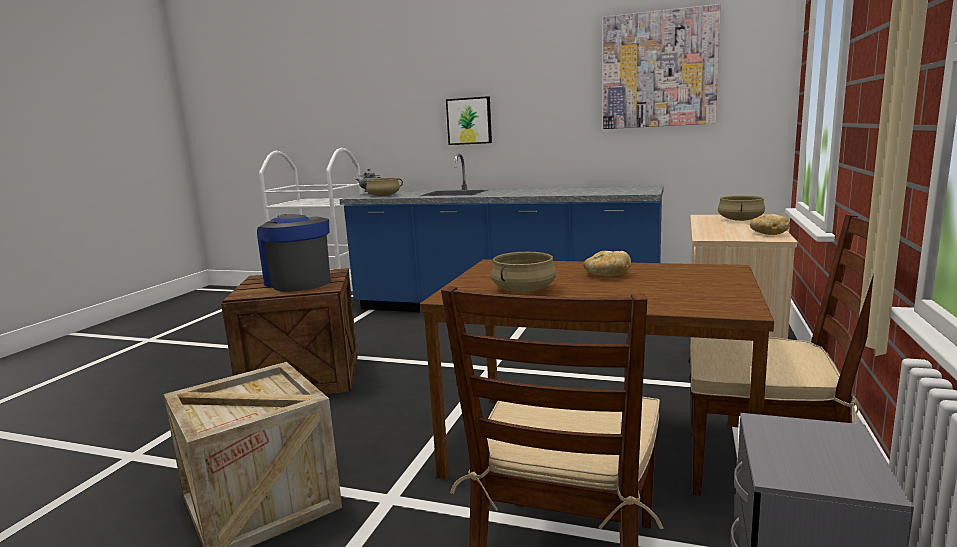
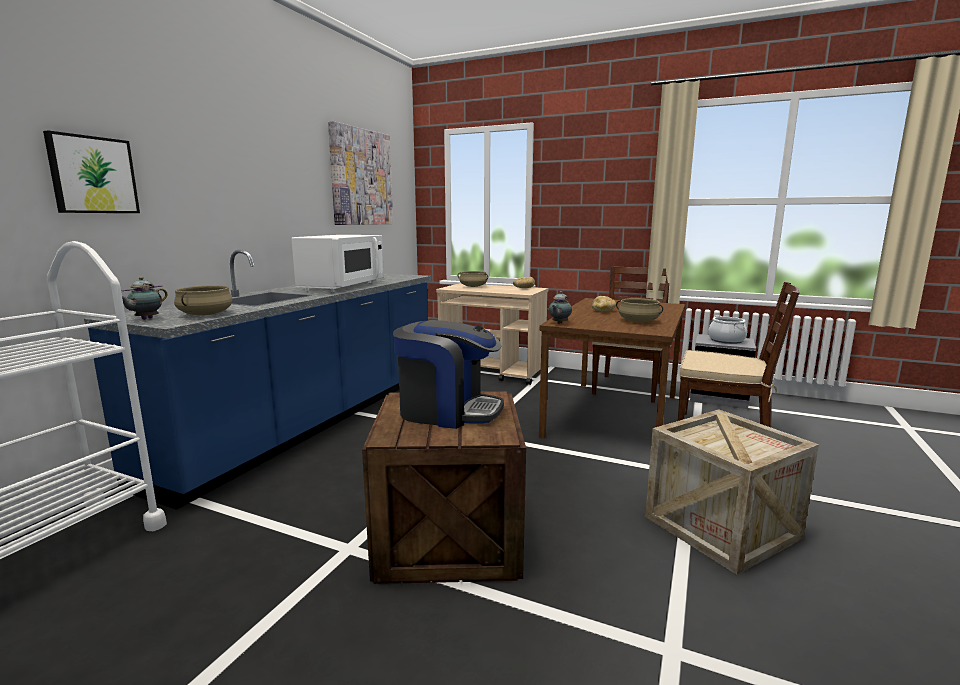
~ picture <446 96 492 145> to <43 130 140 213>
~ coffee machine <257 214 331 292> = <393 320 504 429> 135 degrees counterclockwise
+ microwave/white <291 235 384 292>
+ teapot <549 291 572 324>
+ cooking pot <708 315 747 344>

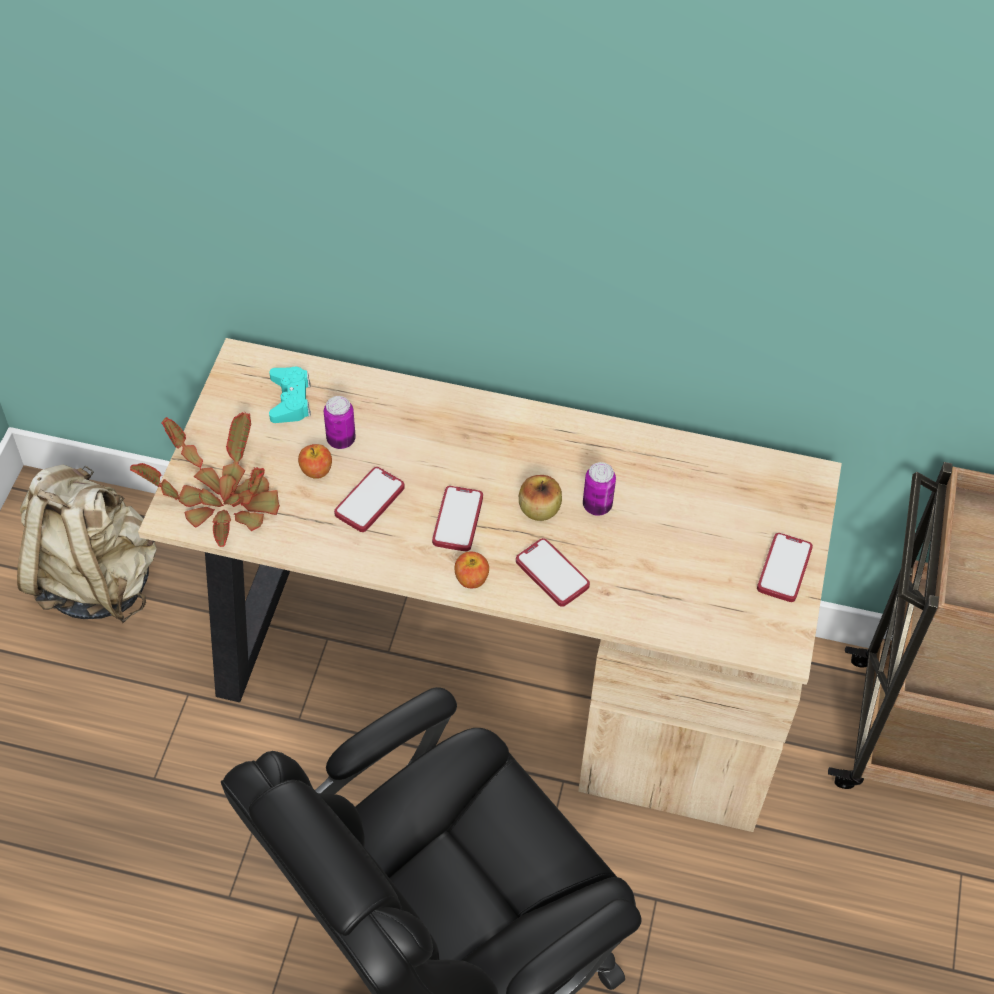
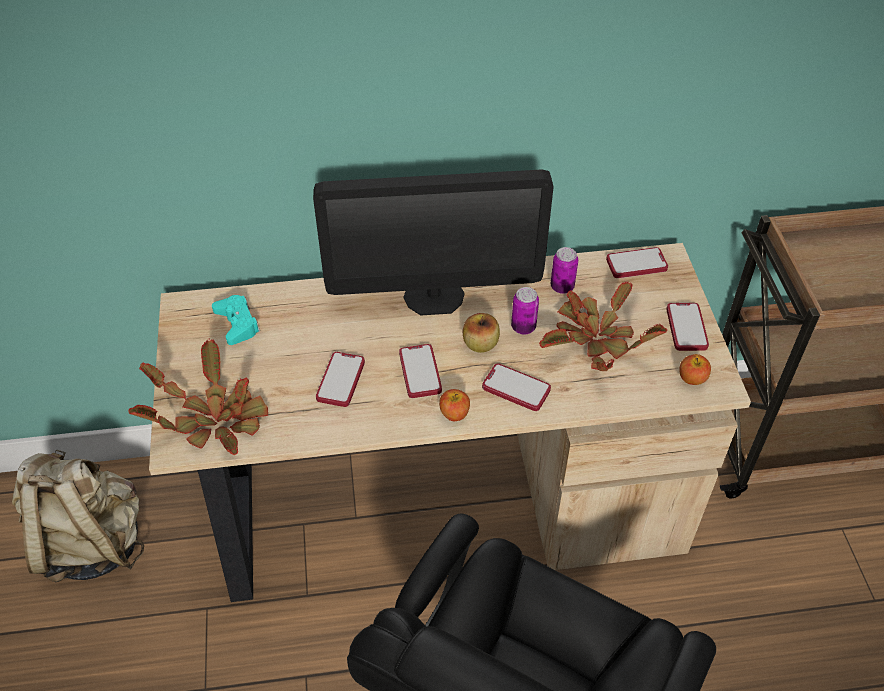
~ can <324 396 356 449> to <550 247 578 294>
~ apple <298 444 332 479> to <680 354 711 385>
+ monitor <313 169 554 315>
+ phone <606 247 668 278>
+ potted plant <539 281 667 371>

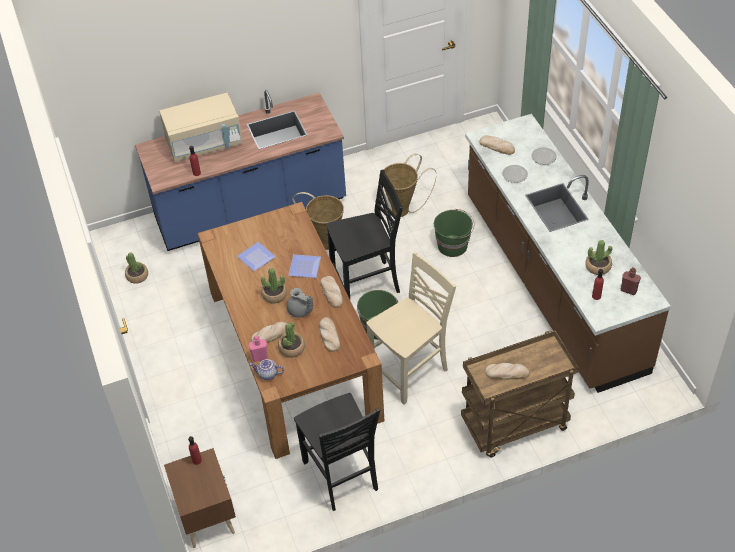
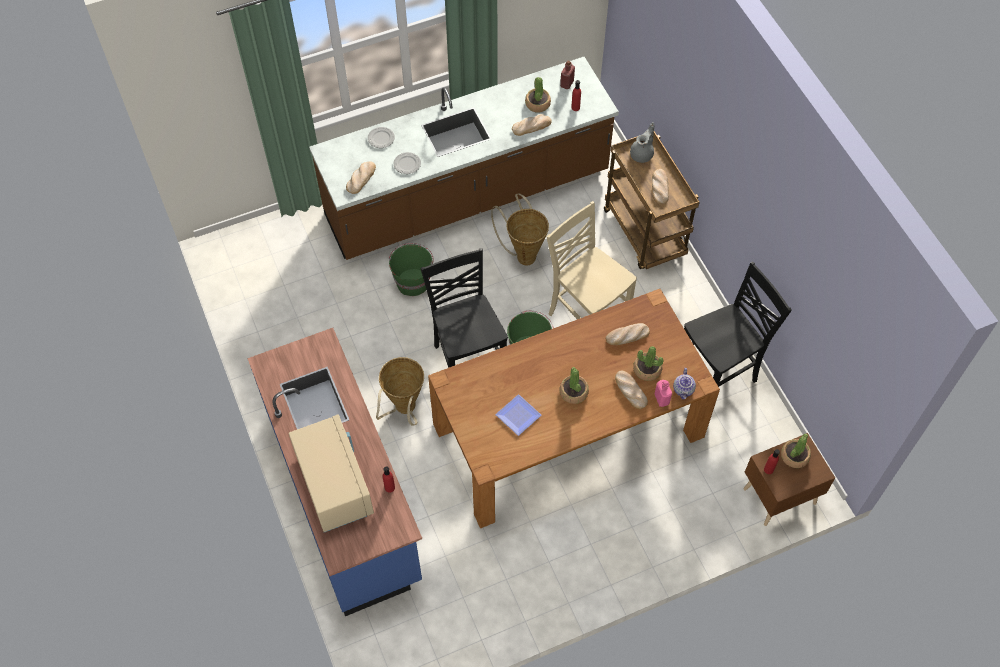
~ basket <383 154 436 217> to <491 194 549 266>
~ potted plant <125 252 148 284> to <781 434 811 468>
- plate <288 254 321 278>
~ bread <320 276 343 308> to <512 114 552 136>
~ teapot/grey <287 288 313 317> to <630 122 655 163>

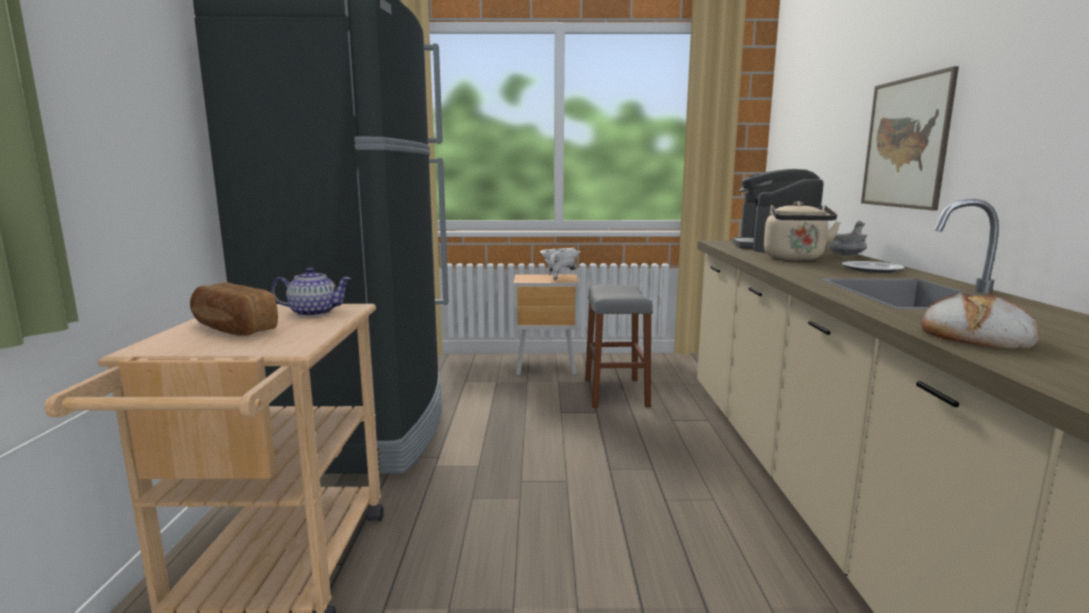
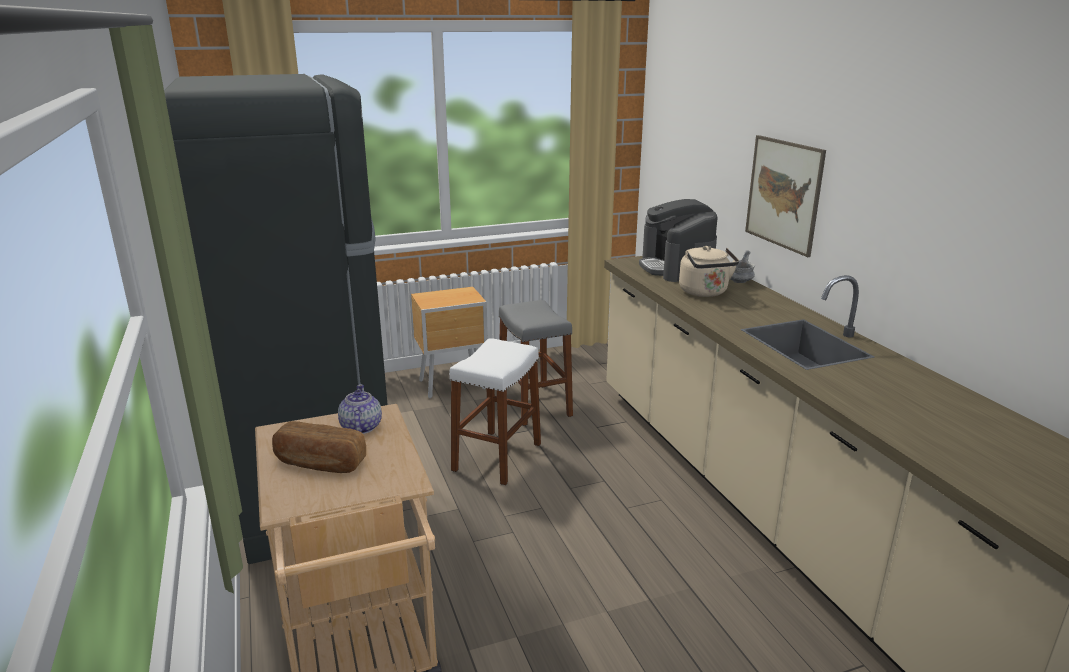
- cooking pot/white <540 248 580 280>
- plate <842 261 904 273>
~ teapot <271 267 351 317> = <338 384 382 434> 75 degrees counterclockwise
- bread <921 291 1039 349>
+ stool/white <449 339 541 485>

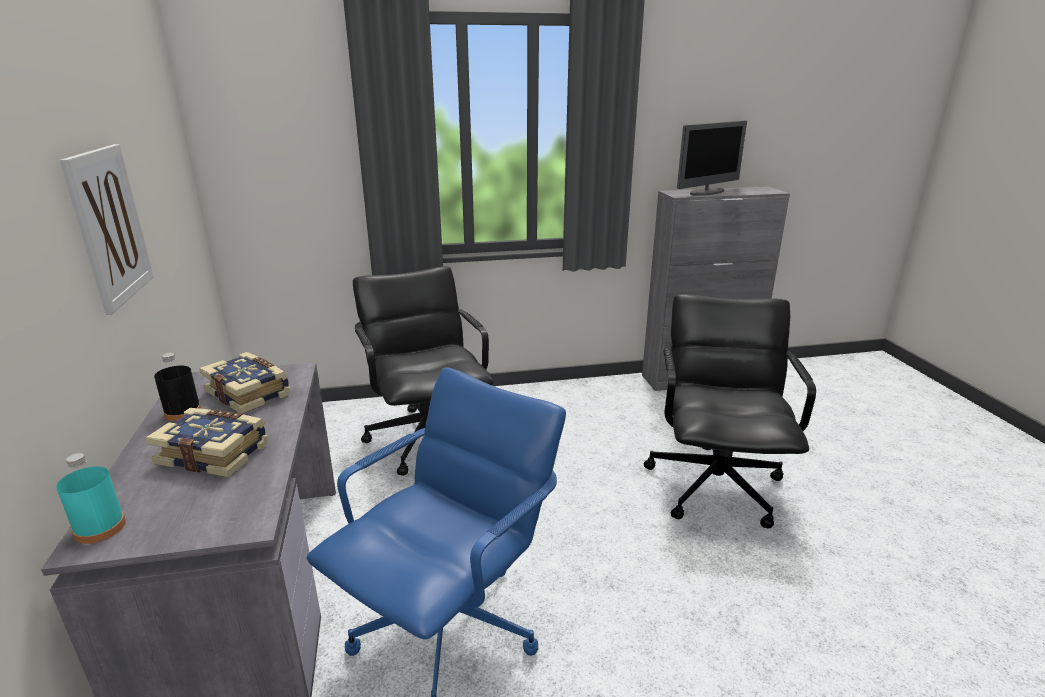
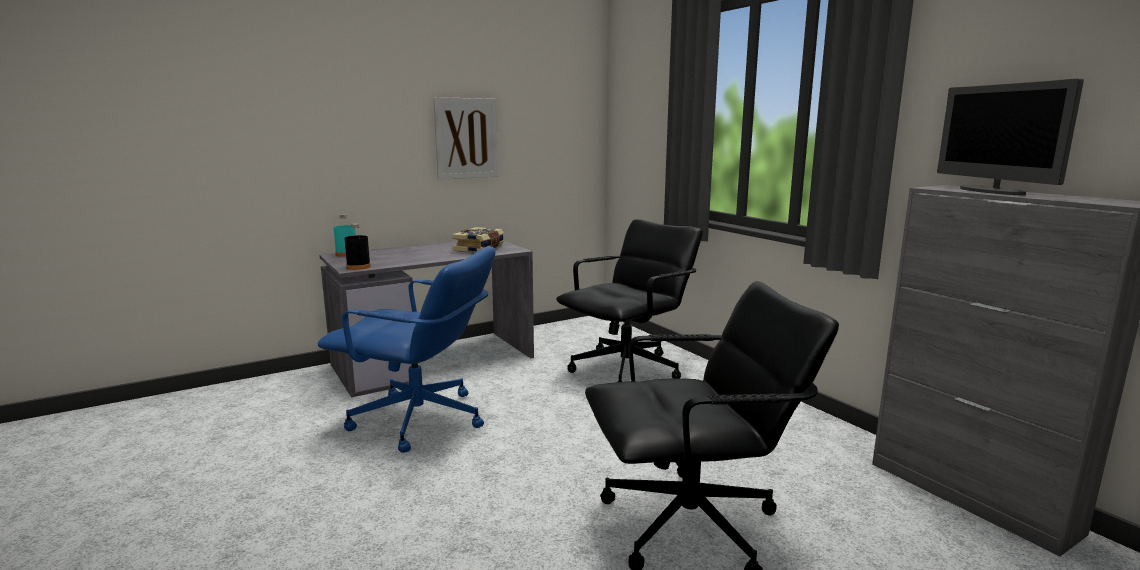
~ monitor <677 120 747 196> = <937 79 1084 195> 45 degrees clockwise
~ bottle/black <154 353 201 421> to <345 224 371 270>
- book <146 408 268 477>

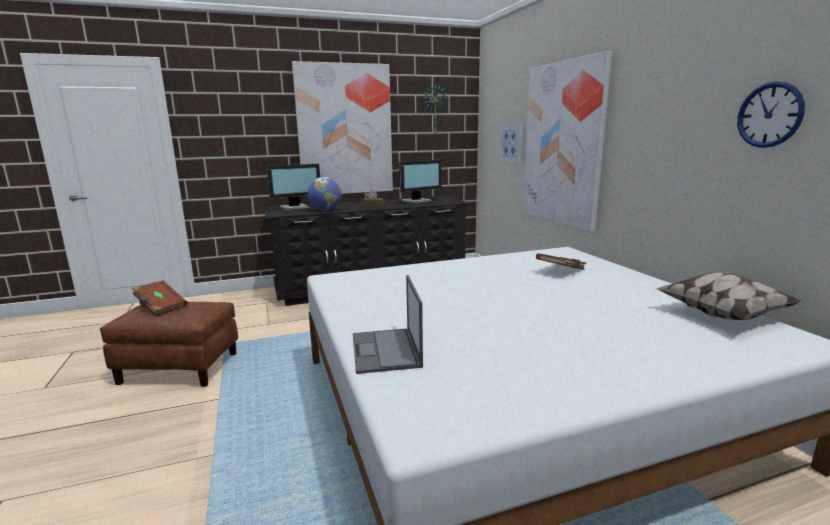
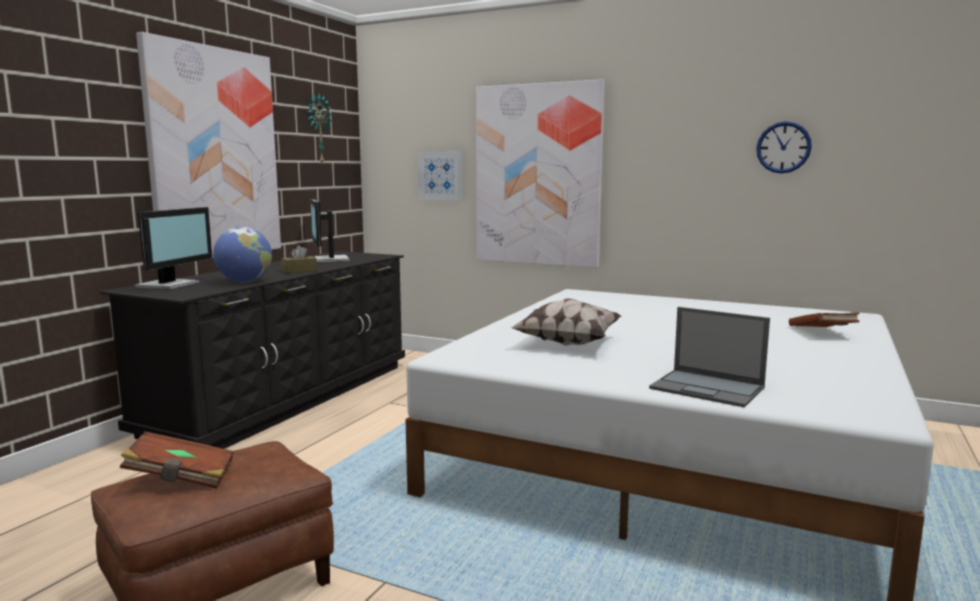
~ monitor <399 160 441 203> = <310 199 350 262> 150 degrees clockwise
~ book/brown <536 253 586 270> to <789 312 860 327>
~ pillow <655 272 801 320> to <511 298 621 346>

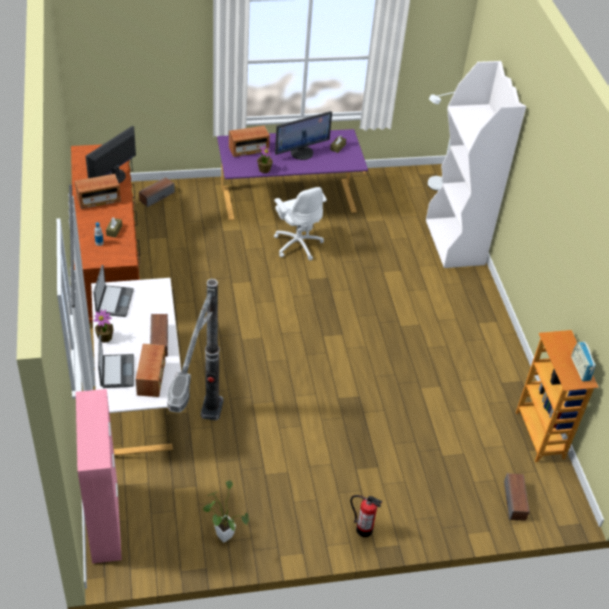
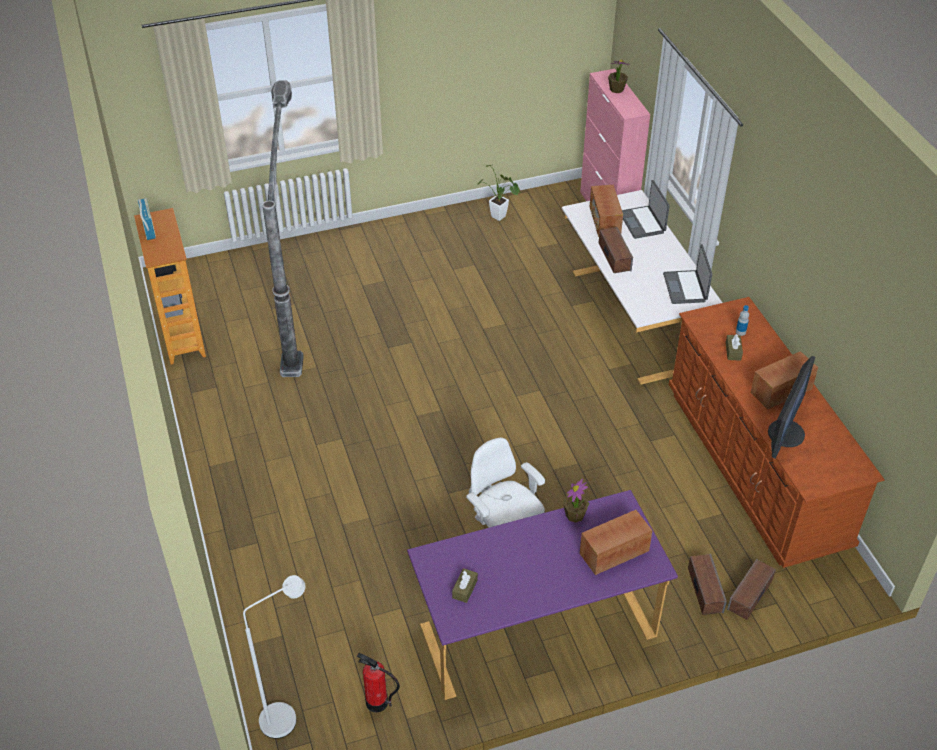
- bookcase/white <426 61 526 268>
- monitor <275 111 332 160>
~ floor lamp <167 279 223 421> to <262 80 304 377>
~ potted plant <93 309 113 343> to <608 60 629 93>
~ speaker <504 473 529 521> to <688 554 727 615>
~ fire extinguisher <350 495 383 537> to <357 653 400 712>

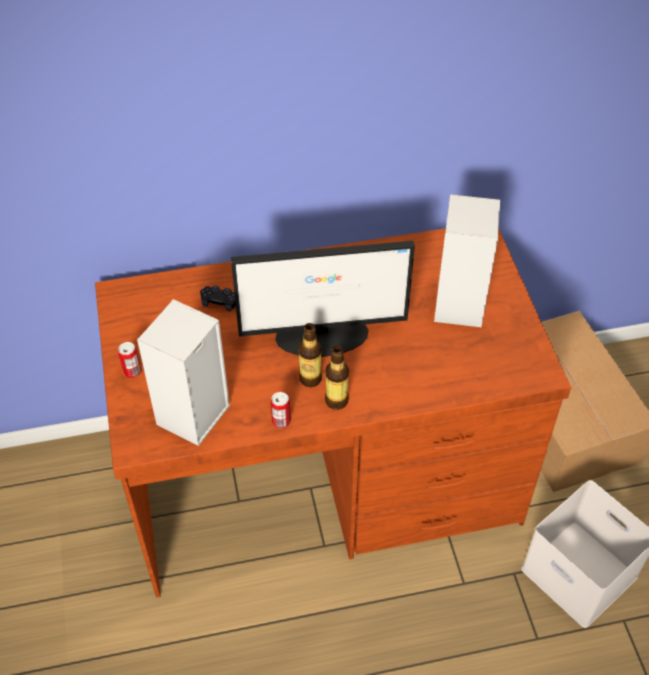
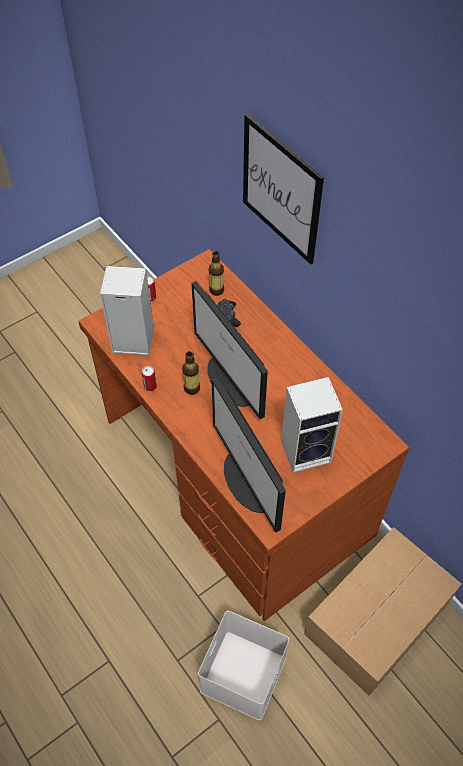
~ bottle <325 346 349 410> to <209 251 224 296>
+ picture <243 114 324 265>
+ monitor <211 377 286 532>

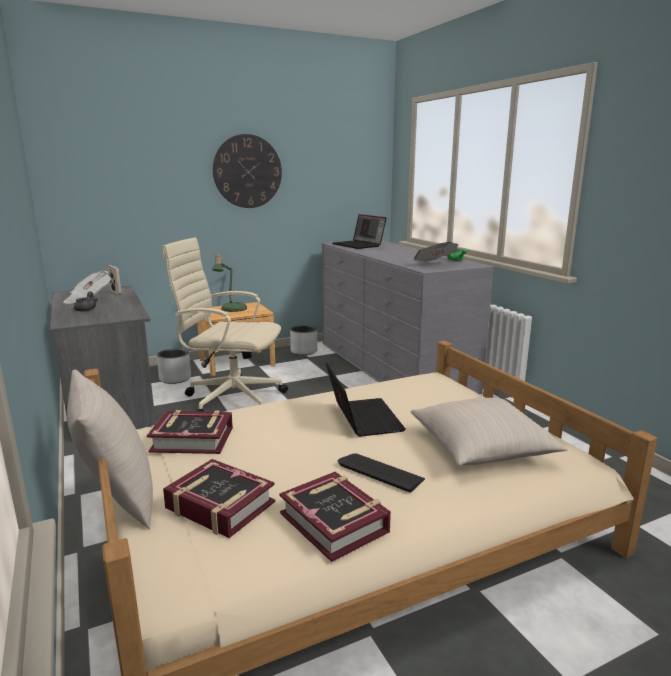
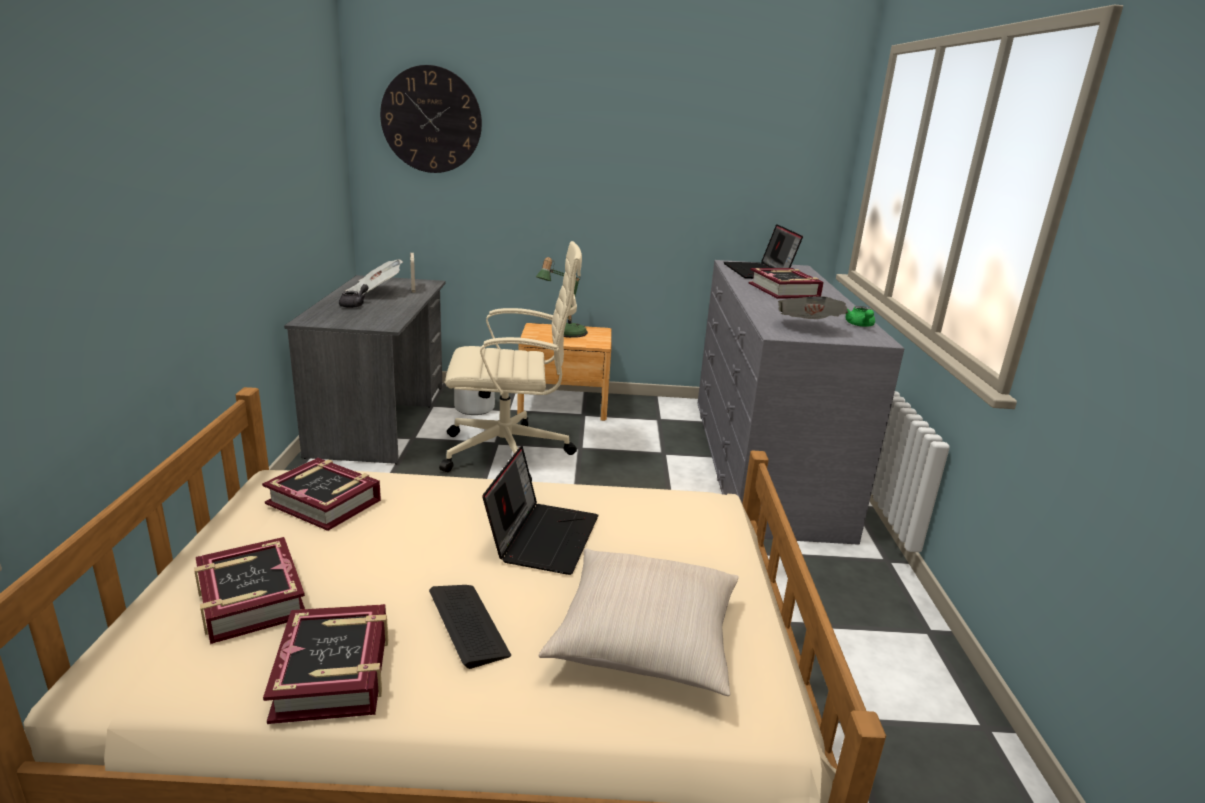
~ wall clock <213 134 282 208> to <380 65 482 173>
~ office chair/beige <162 237 288 412> = <439 241 582 481> 135 degrees clockwise
- planter/grey <290 325 318 355>
- pillow/beige <67 370 153 529>
+ book <749 268 824 299>

